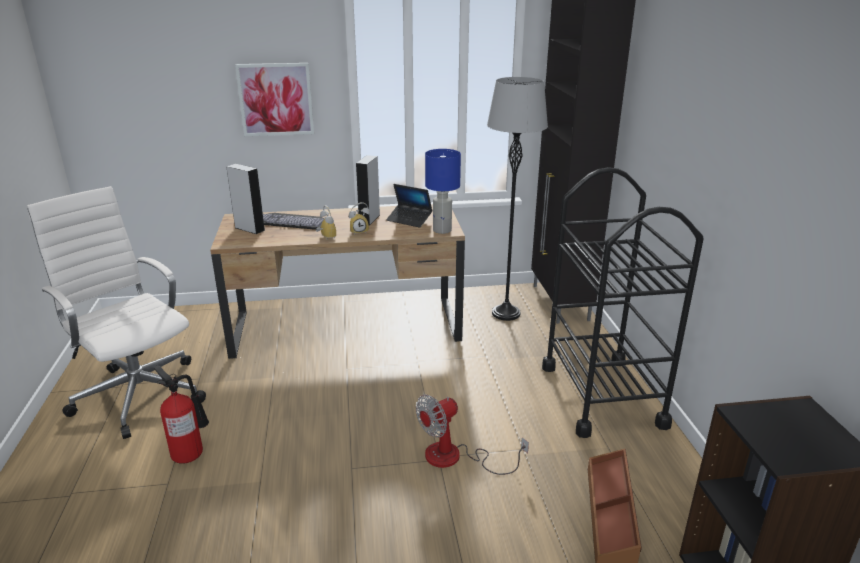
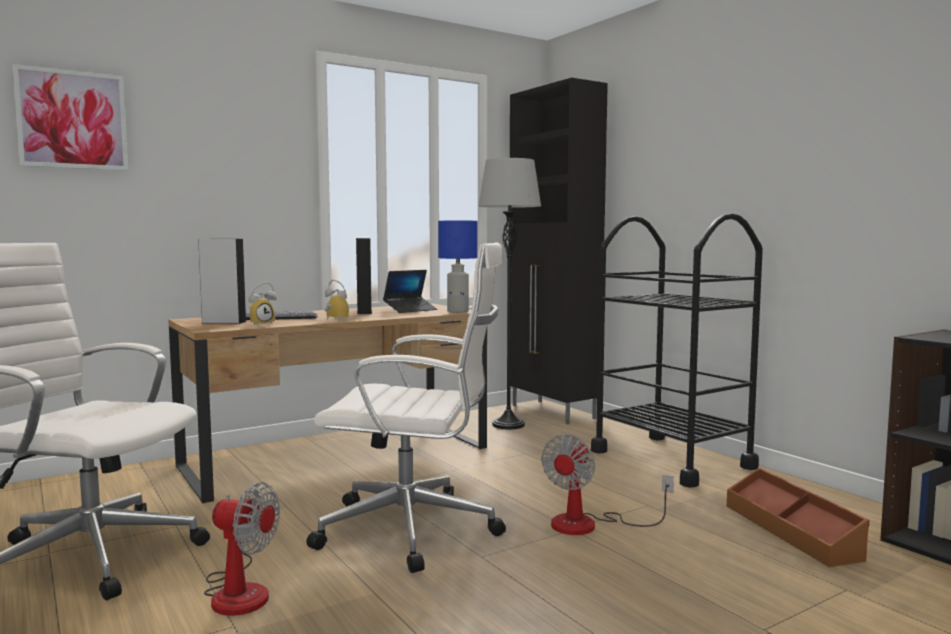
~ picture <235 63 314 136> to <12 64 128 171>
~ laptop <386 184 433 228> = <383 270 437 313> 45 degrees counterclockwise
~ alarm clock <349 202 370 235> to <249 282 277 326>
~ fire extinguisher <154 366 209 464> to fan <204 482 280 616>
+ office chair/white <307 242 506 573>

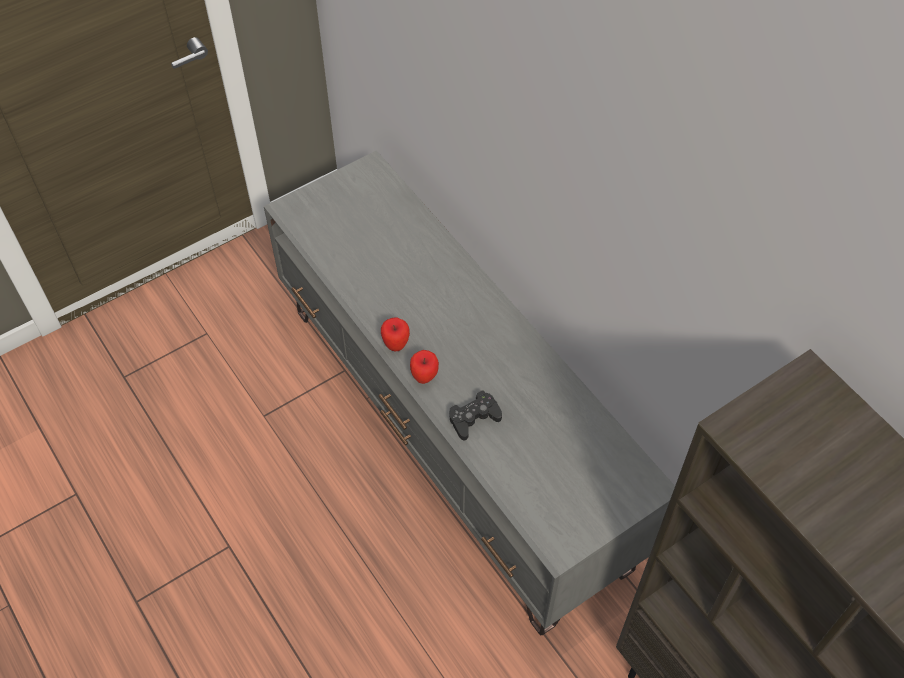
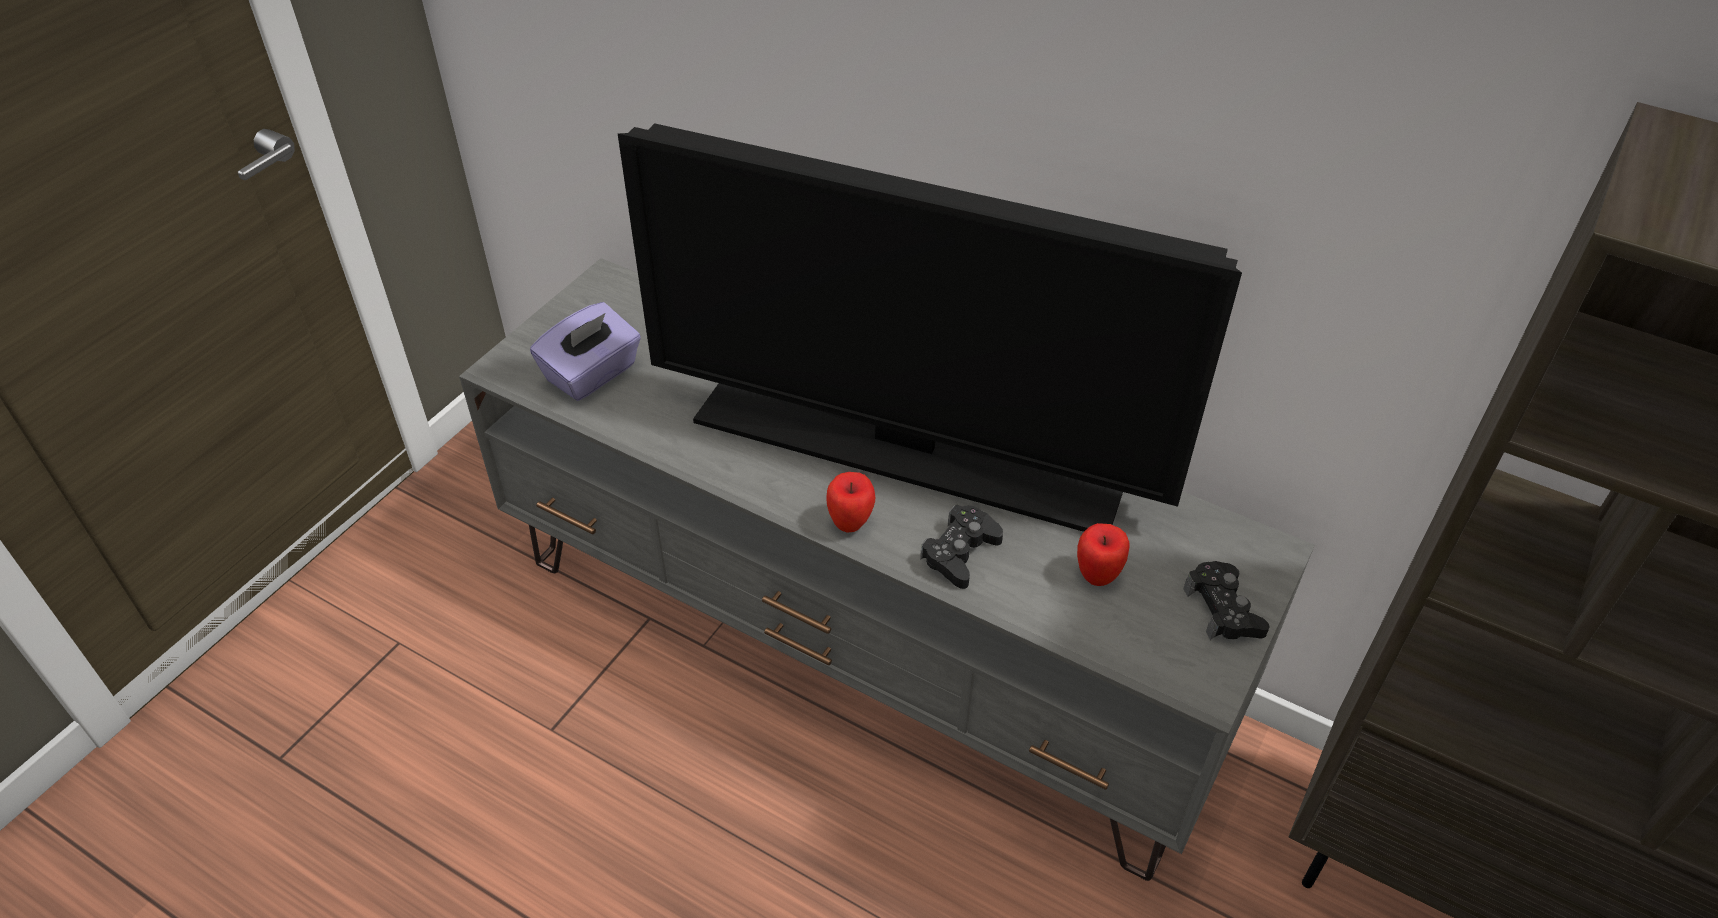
~ apple <381 317 410 351> to <1077 523 1130 586>
+ television <618 123 1242 532>
+ tissue box/purple <530 302 641 401>
+ game controller/black <1183 561 1270 640>

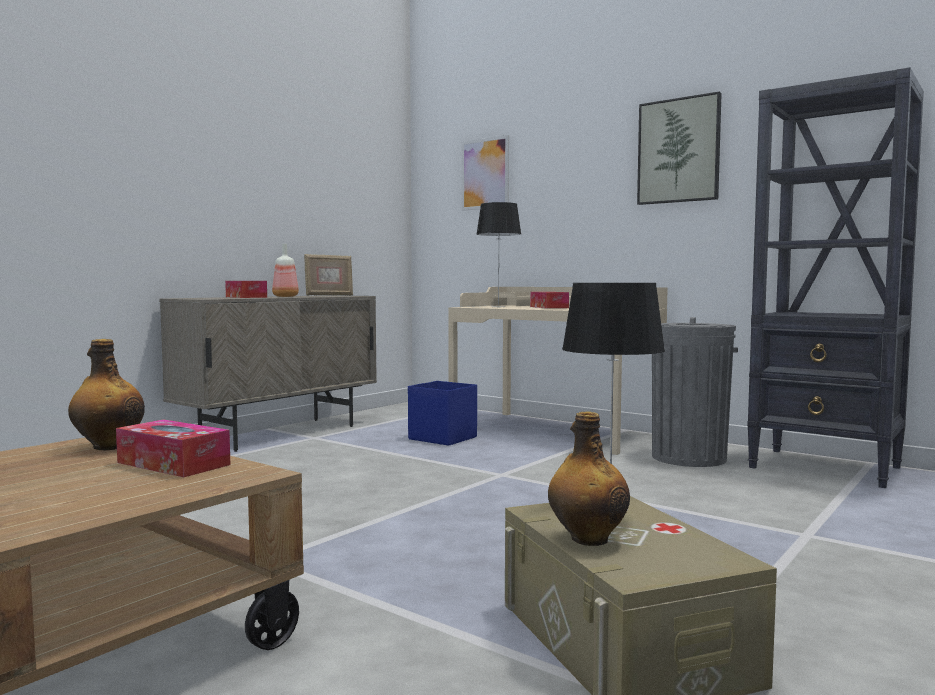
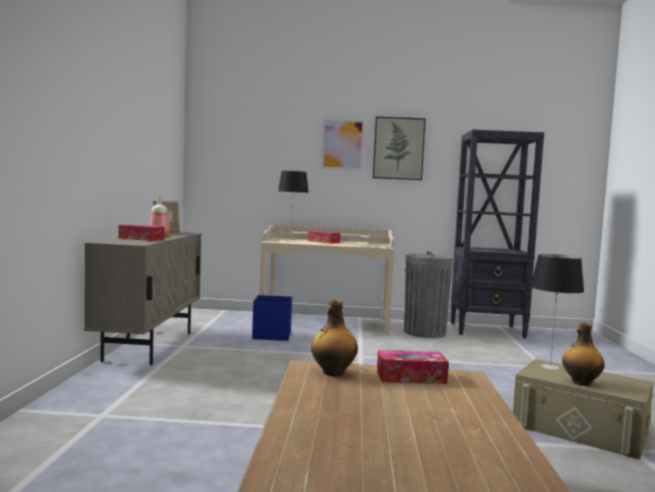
~ picture <461 135 509 211> to <321 119 365 171>

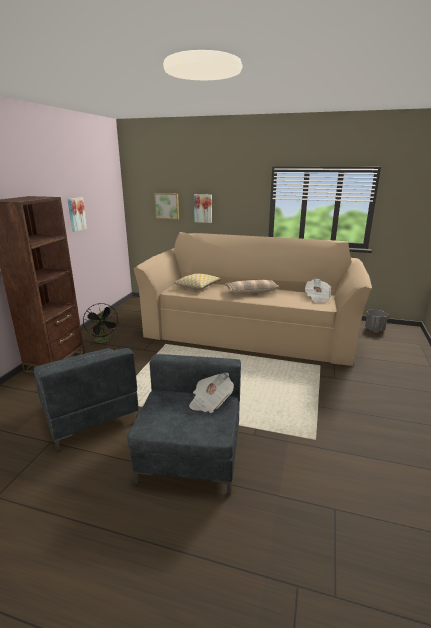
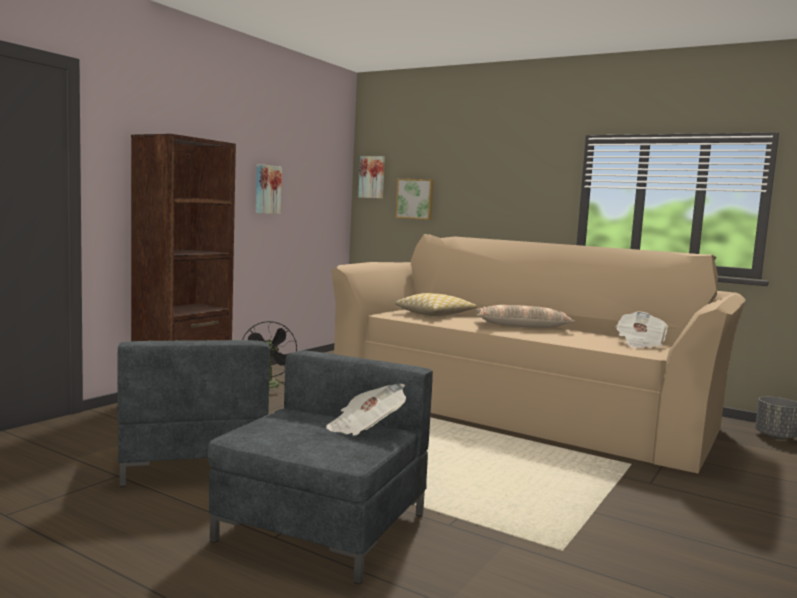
~ picture <194 194 212 223> to <358 156 385 199>

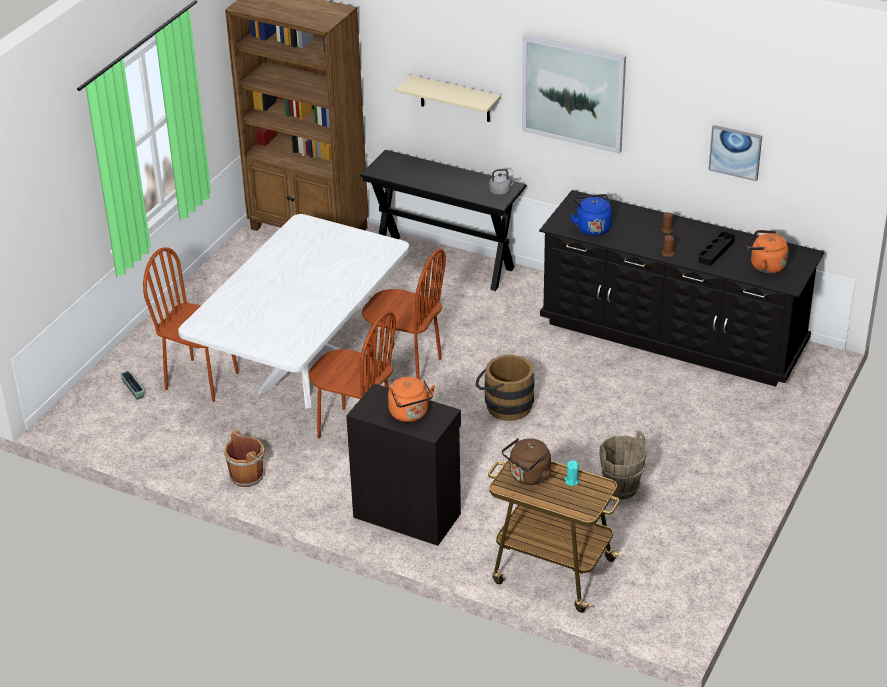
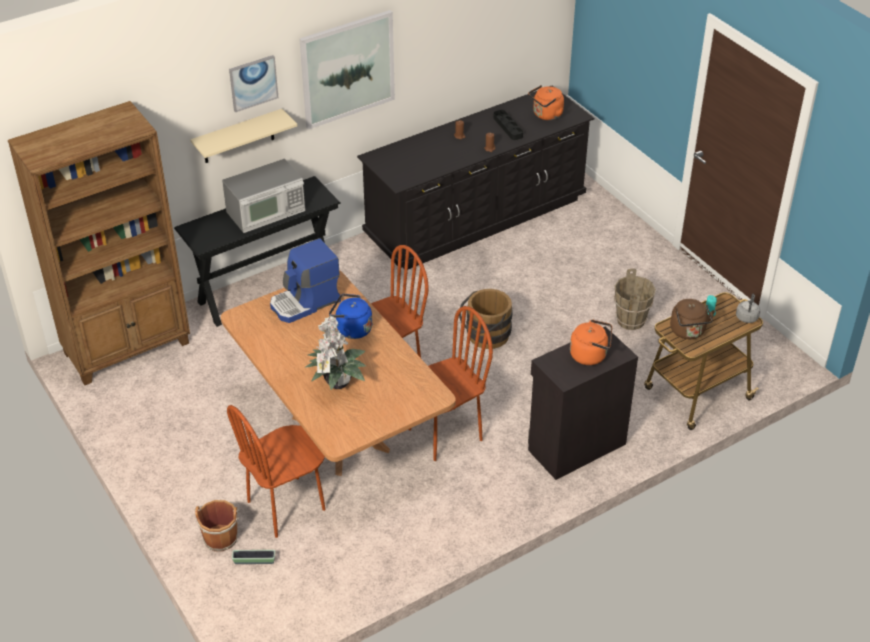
~ picture <708 125 762 181> to <229 55 278 112>
~ kettle/grey <489 169 517 195> to <736 294 760 323>
~ kettle/blue <570 194 612 236> to <329 294 372 339>
~ dining table/white <178 214 409 409> to dining table/brown <221 270 456 476>
~ bucket/brown <223 430 268 487> to <195 500 240 551>
+ microwave <222 159 305 233>
+ coffee machine <270 238 341 323>
+ potted plant <304 315 366 390>

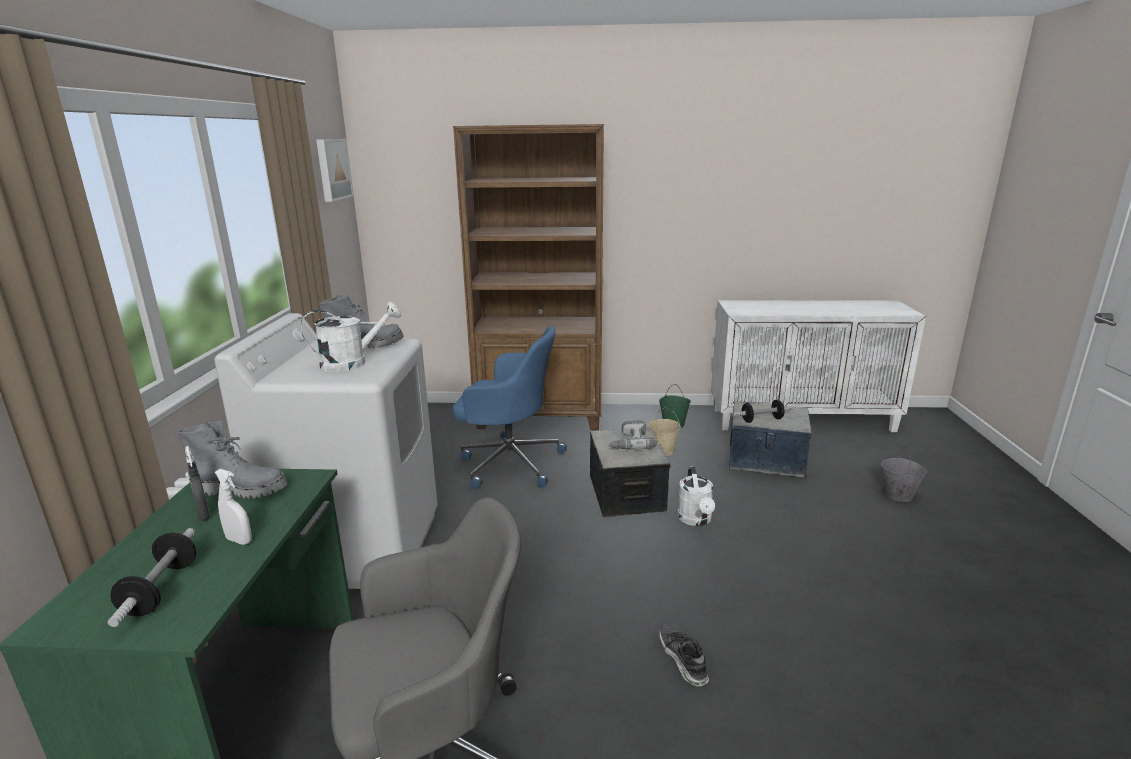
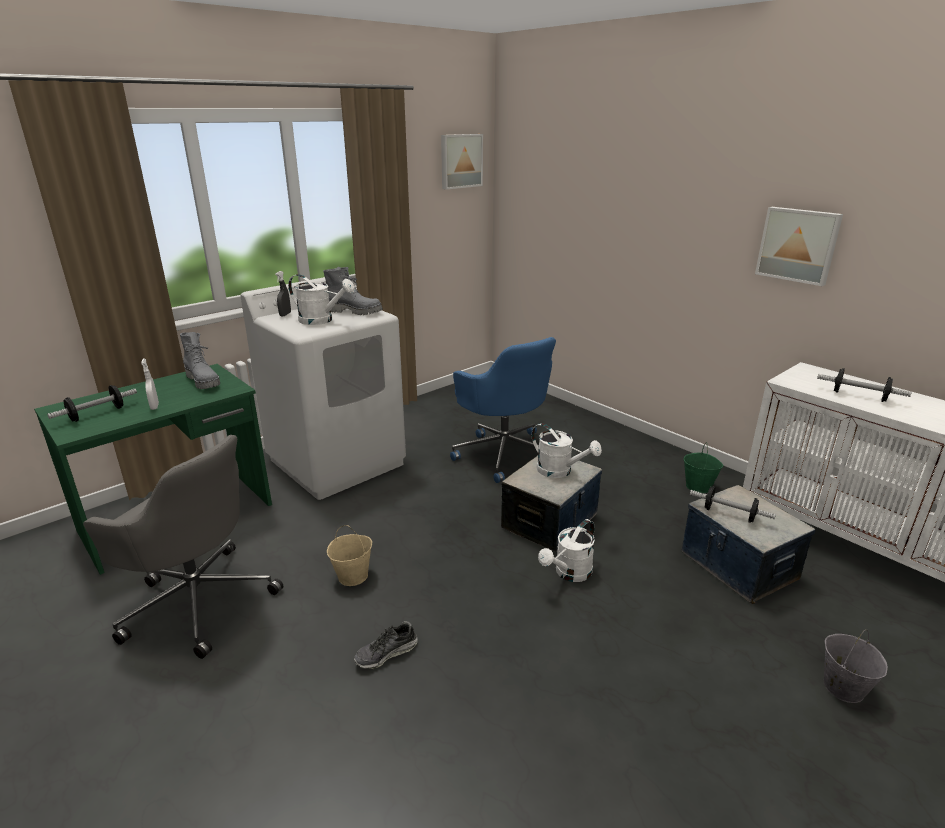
- bookcase/brown <453 124 604 430>
~ bucket/beige <648 408 680 456> to <327 525 372 586>
~ power drill <609 420 657 449> to watering can/white <532 423 602 478>
~ spray bottle/grey <185 446 210 521> to <275 271 291 316>
~ shoe <659 623 709 686> = <354 621 418 669> 150 degrees counterclockwise
+ picture <755 207 843 286>
+ dumbbell <817 368 912 402>

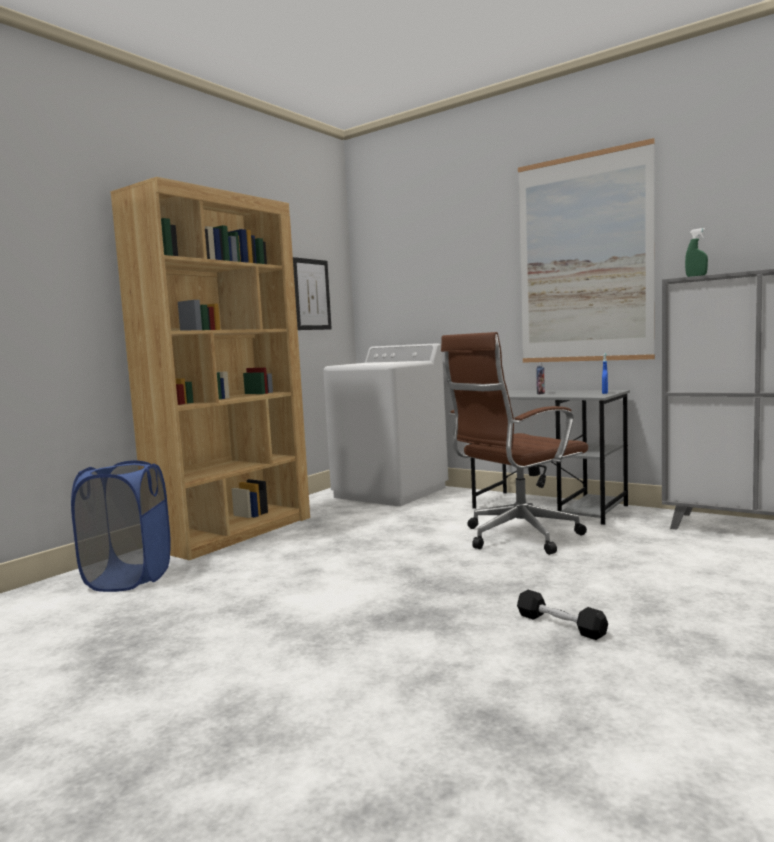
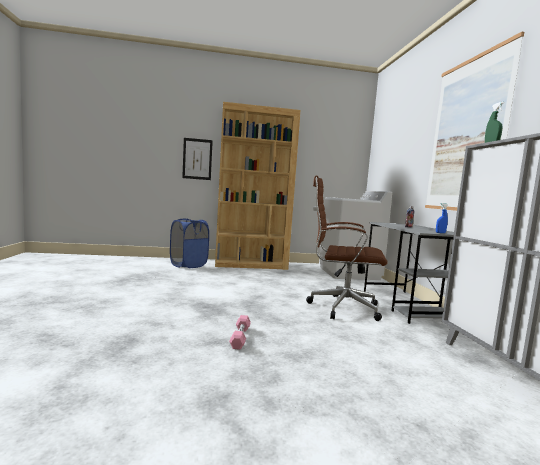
~ picture <293 257 332 330> to <182 138 213 180>
~ dumbbell/black <517 590 608 640> to dumbbell/pink <229 315 251 350>

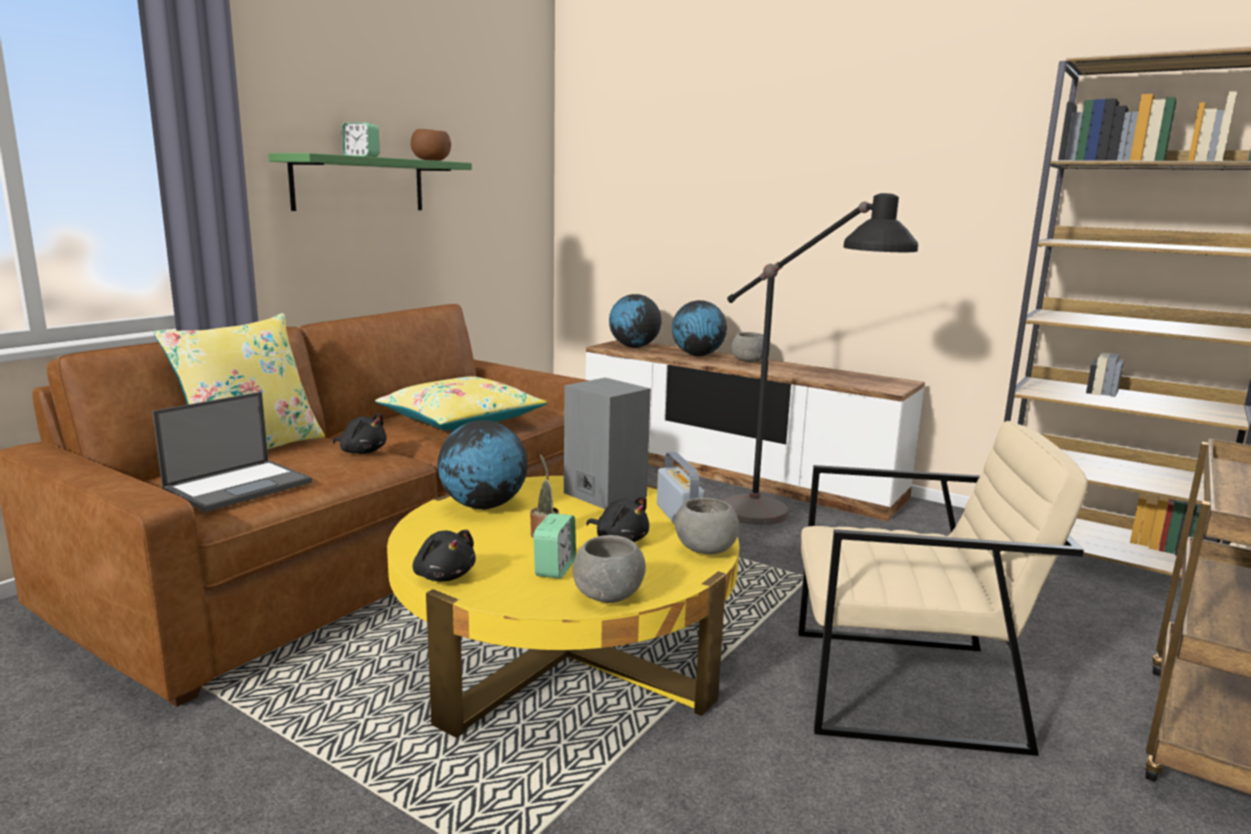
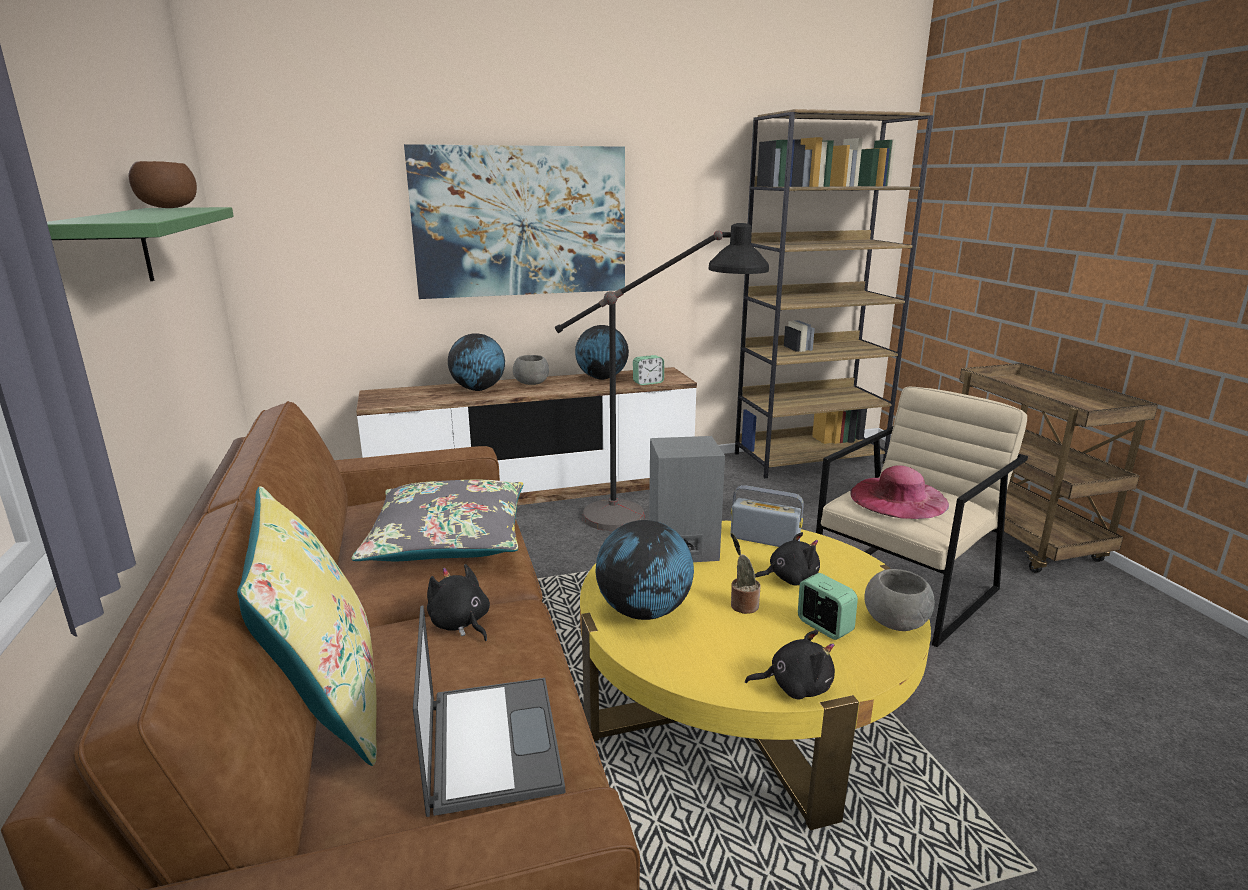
~ alarm clock <342 122 380 157> to <633 355 664 385>
~ globe <609 294 662 348> to <575 325 629 380>
~ pillow/yellow <375 376 548 430> to pillow/grey <351 480 523 561>
~ plush toy/black <333 413 387 454> = <427 564 490 641> 105 degrees counterclockwise
- bowl/grey <675 498 739 554>
+ picture <404 144 625 299>
+ hat/pink <850 465 949 519>

